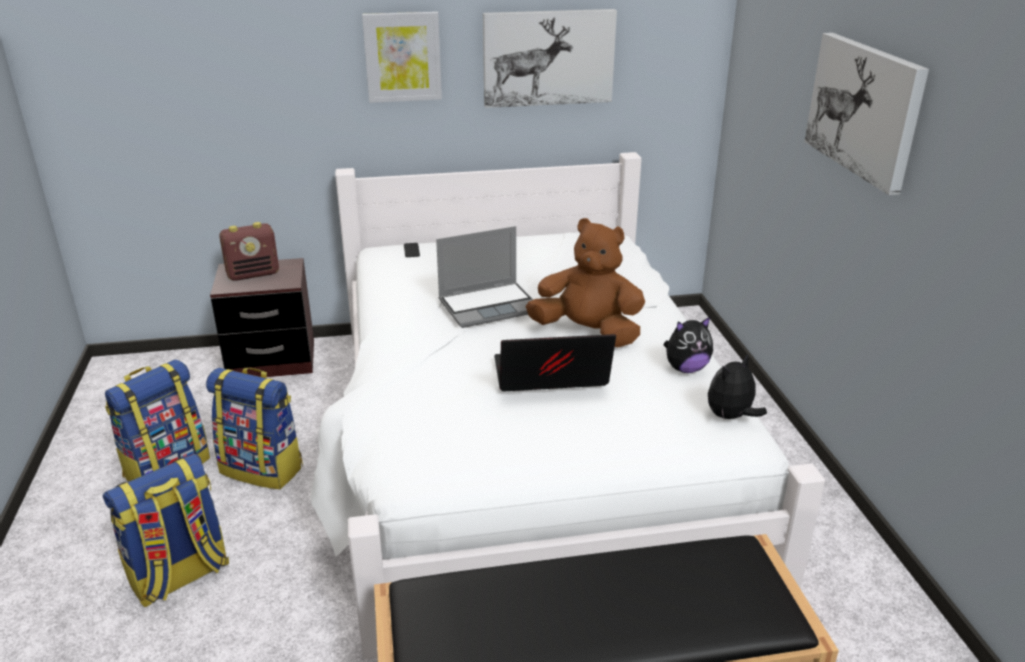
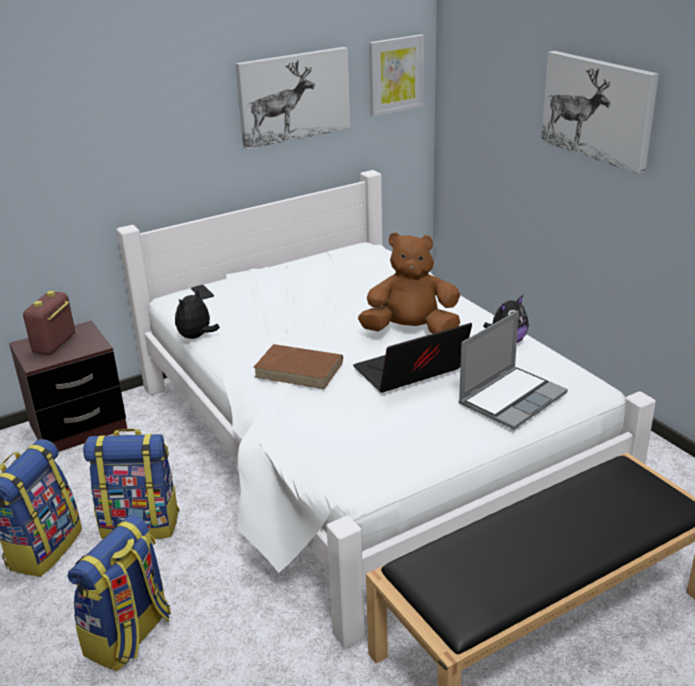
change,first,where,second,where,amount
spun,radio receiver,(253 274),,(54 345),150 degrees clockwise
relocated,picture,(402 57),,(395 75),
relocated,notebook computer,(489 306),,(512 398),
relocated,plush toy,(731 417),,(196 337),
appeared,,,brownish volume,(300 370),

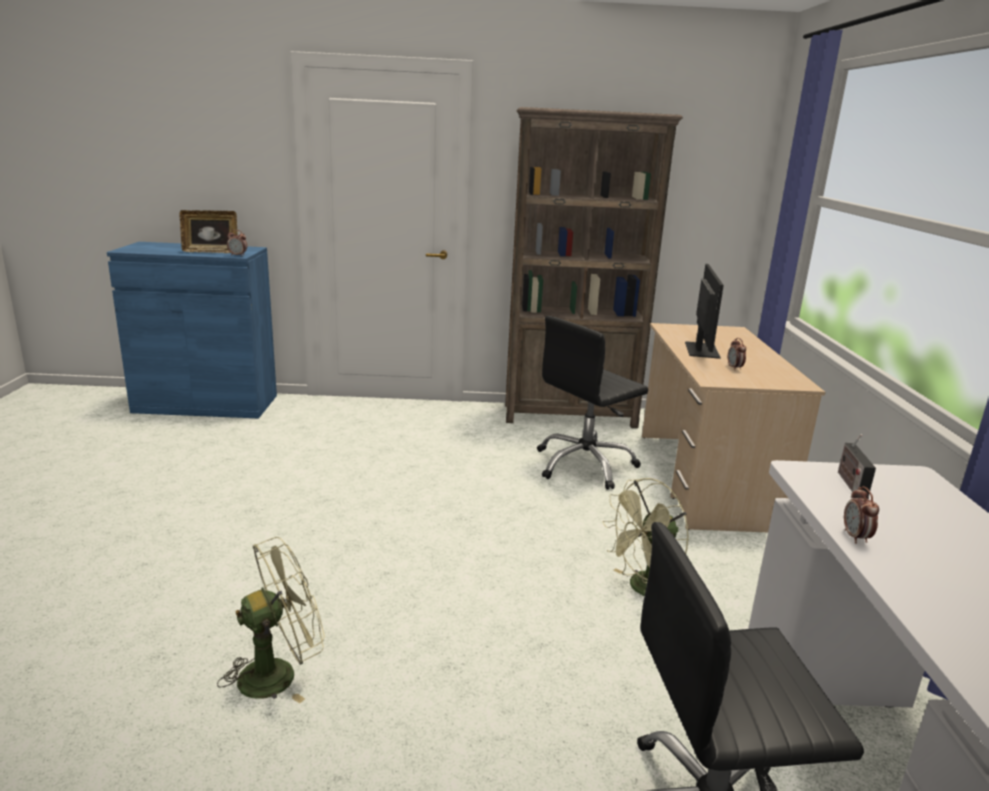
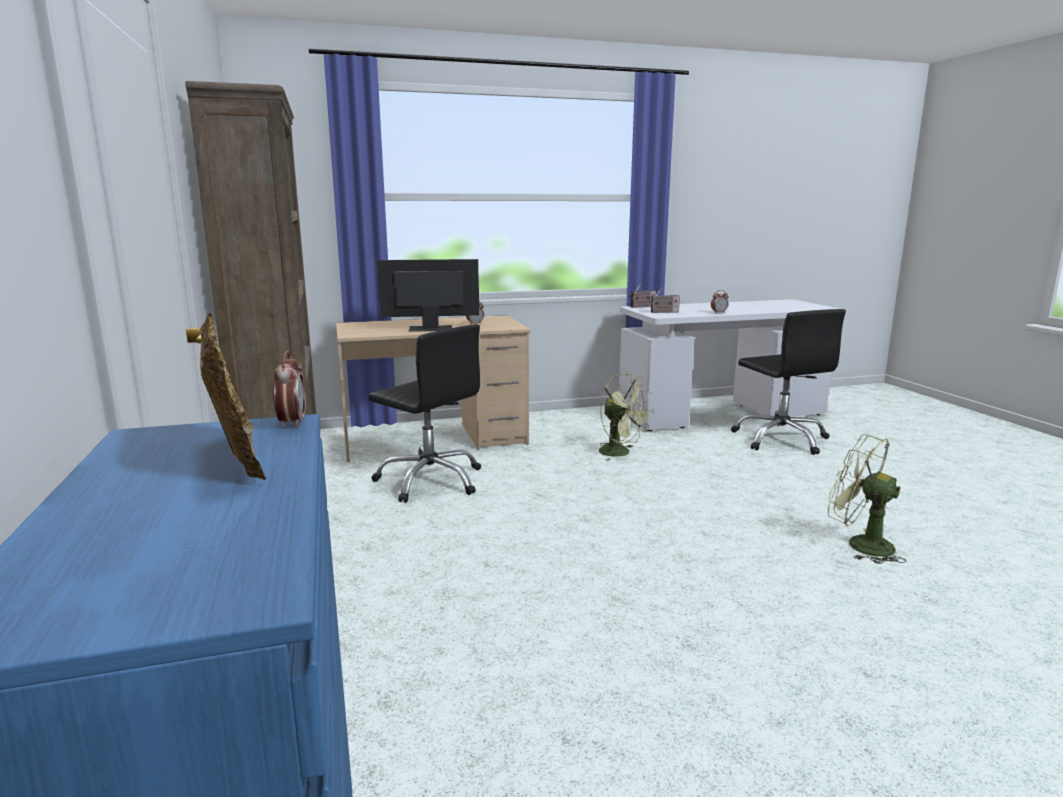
change,first,where,second,where,amount
appeared,,,radio receiver,(642 306),

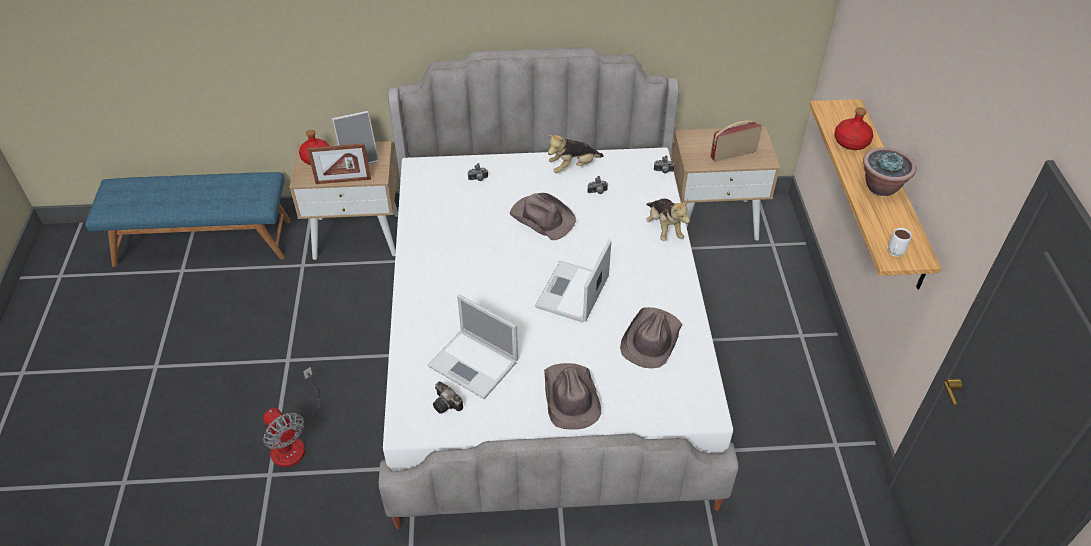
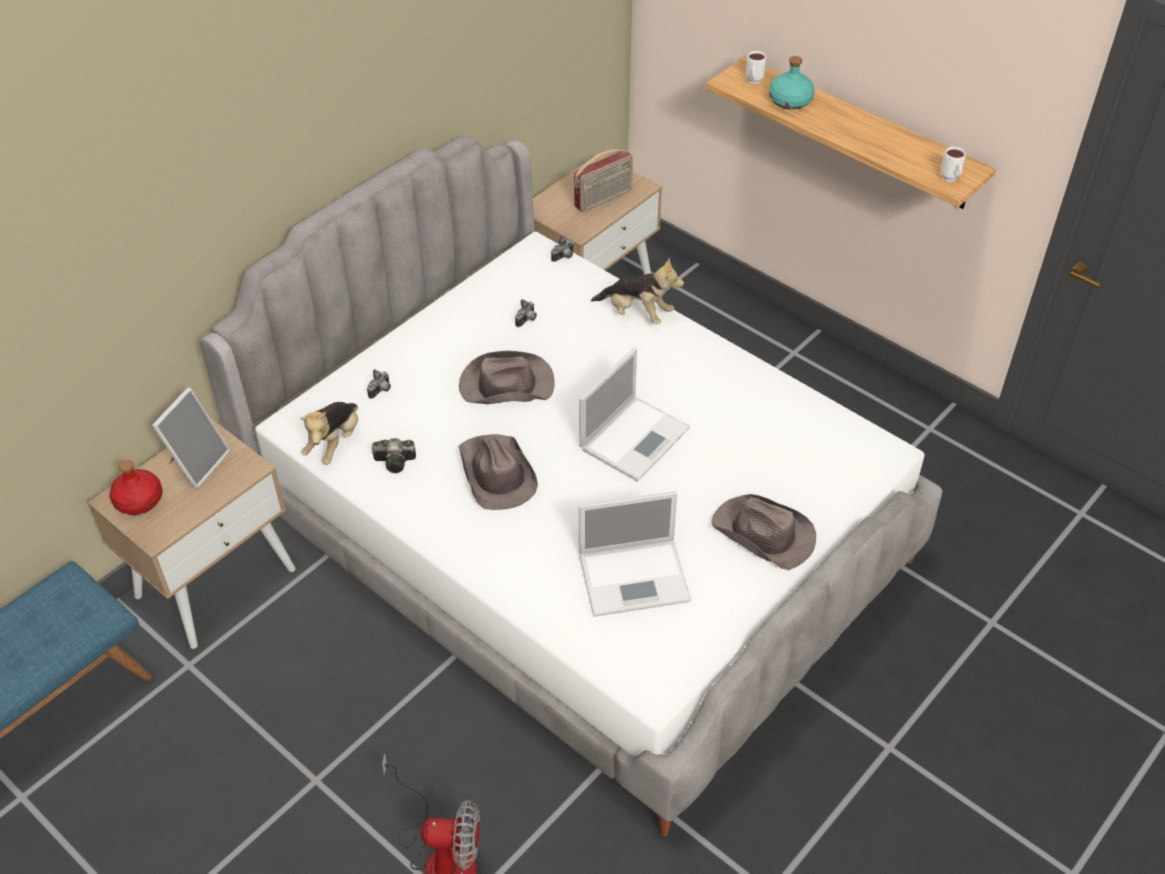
change,first,where,second,where,amount
missing,standing frame,(343 181),,,
relocated,still camera,(447 404),,(397 461),
spun,notebook computer,(572 293),,(635 437),120 degrees counterclockwise
relocated,plush toy,(573 167),,(334 443),
relocated,brownish wearable hat,(651 340),,(496 474),
spun,radio receiver,(733 154),,(604 199),150 degrees counterclockwise
colour,reddish drink bottle,(851 142),turquoise-coloured drink bottle,(790 101),
missing,plant in a pot,(881 187),,,
appeared,,,white-coloured coffee mug,(753 82),

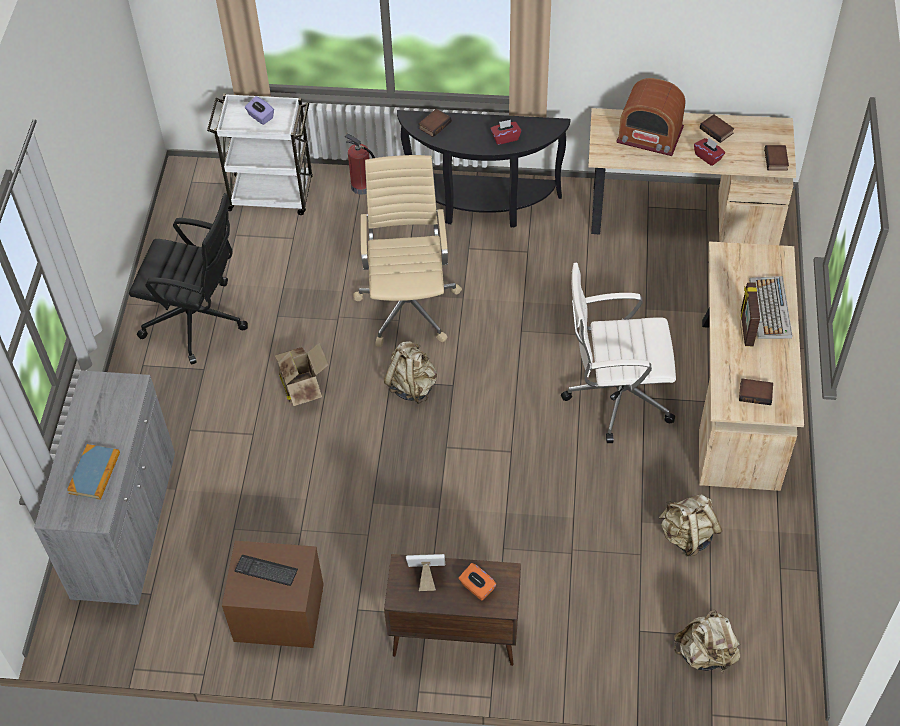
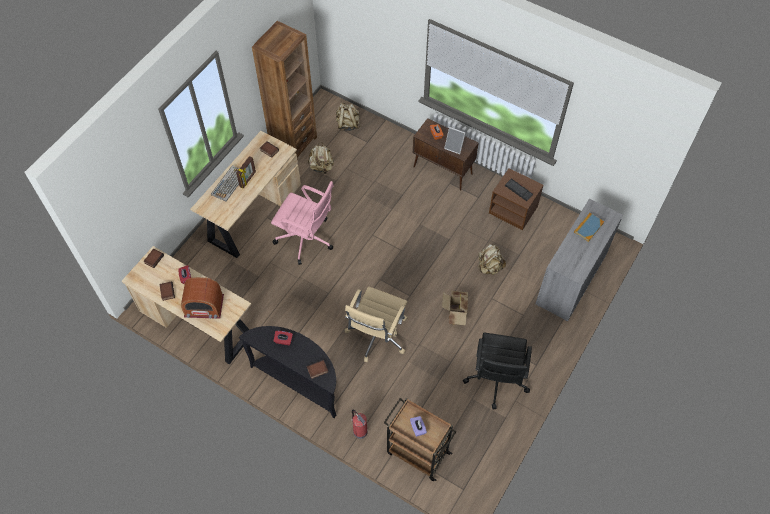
change,first,where,second,where,amount
spun,black-coloured computer chair,(197 321),,(496 380),120 degrees counterclockwise
colour,white-coloured wheeled cart,(272 195),brownish wheeled cart,(417 452),
relocated,sand-coloured rucksack,(412 386),,(489 267),
colour,white-coloured computer chair,(616 395),pink-coloured computer chair,(306 239),
spun,radio receiver,(650 135),,(204 306),135 degrees clockwise
appeared,,,brownish bookcase,(293 143),

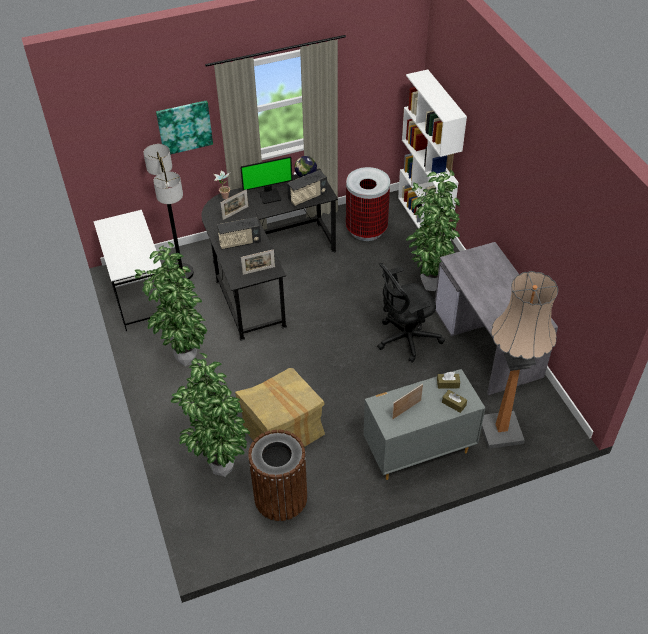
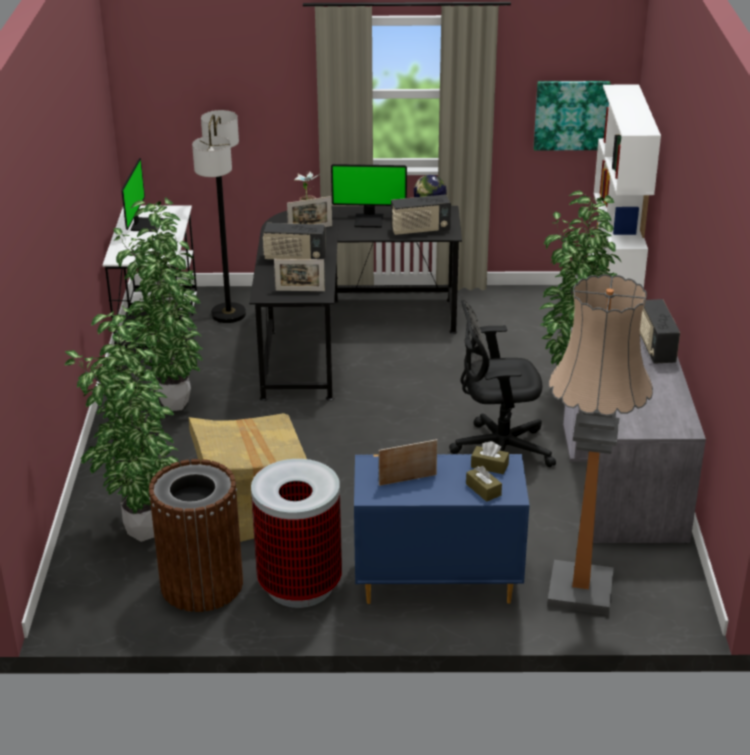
change,first,where,second,where,amount
relocated,picture,(184 127),,(571 115),
relocated,rubbish bin,(366 229),,(300 584),
colour,grey dresser,(418 451),blue dresser,(436 582),
appeared,,,monitor,(145 225),
appeared,,,radio receiver,(655 348),

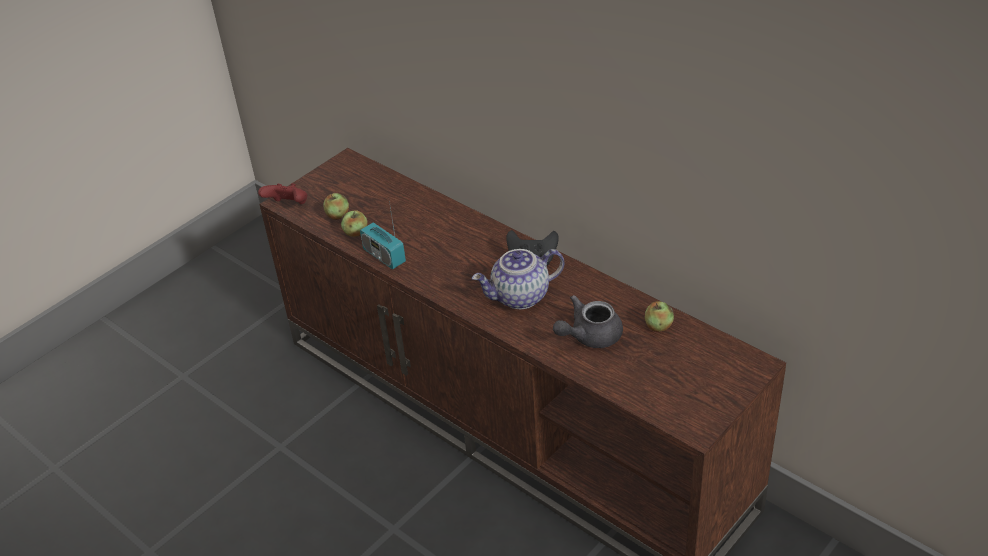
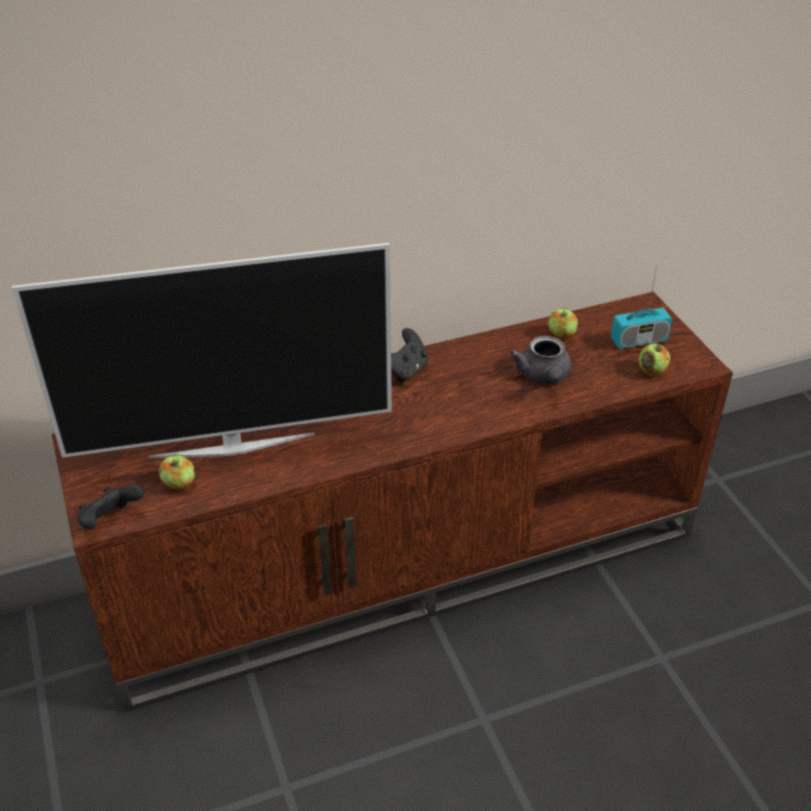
change,first,where,second,where,amount
colour,reddish game controller,(288 206),black-coloured game controller,(111 521),
relocated,apple fruit,(355 233),,(651 370),
relocated,radio receiver,(384 256),,(639 340),
missing,tea pot,(520 297),,,
appeared,,,television,(232 444),

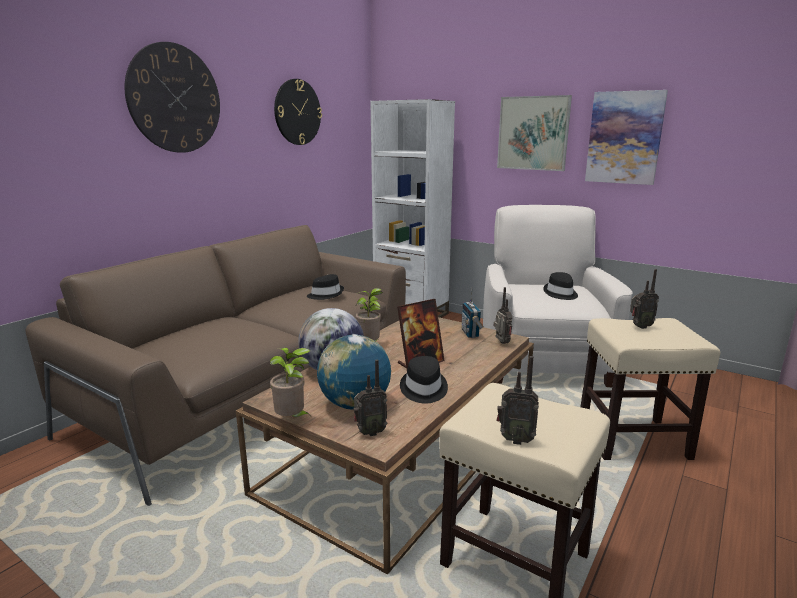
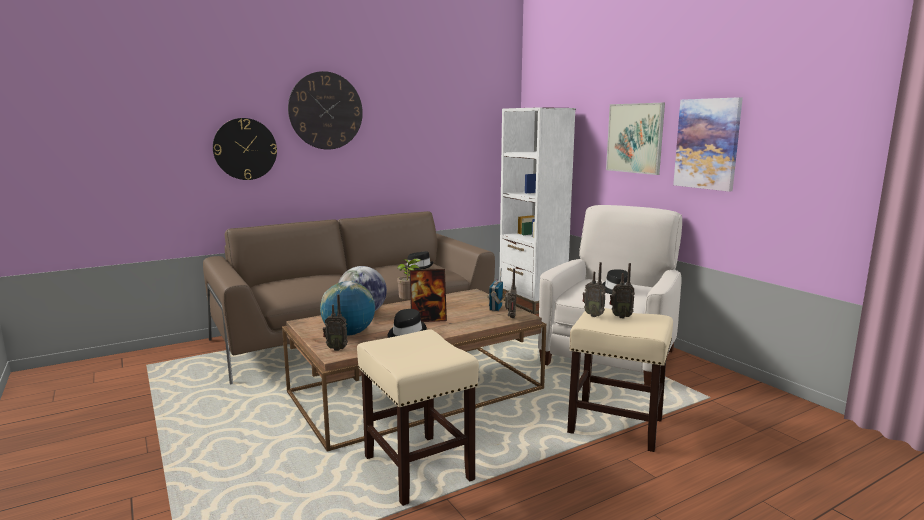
change,first,where,second,where,amount
missing,plant in a pot,(292 419),,,
relocated,wall clock,(297 112),,(245 149),
relocated,radio receiver,(515 439),,(593 315),

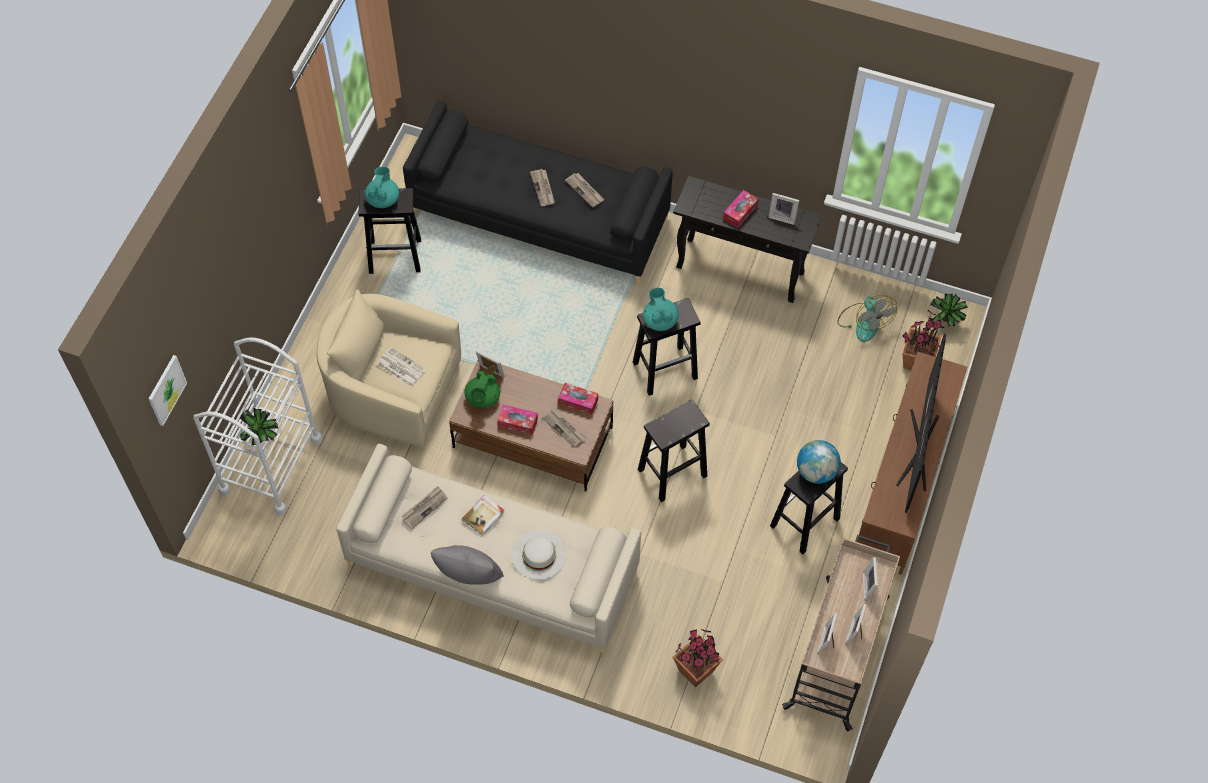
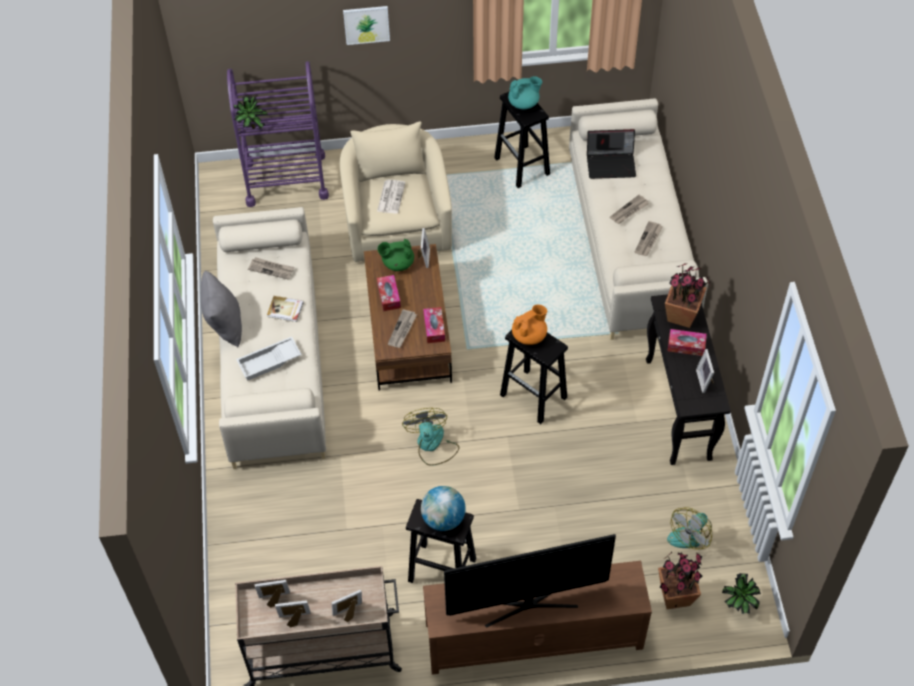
change,first,where,second,where,amount
relocated,picture,(166 390),,(366 24),
colour,white-coloured wheeled cart,(271 465),purple wheeled cart,(286 180),
colour,black-coloured sofa,(540 215),sand-coloured sofa,(631 241),
exchanged,white-coloured wearable hat,(539 554),white-coloured tray,(269 362),
exchanged,black-coloured sitting stool,(671 473),electric fan,(432 445),
colour,turquoise-coloured tea pot,(660 320),orange tea pot,(529 335),
relocated,plant in a pot,(696 671),,(682 316),
appeared,,,notebook computer,(611 164),

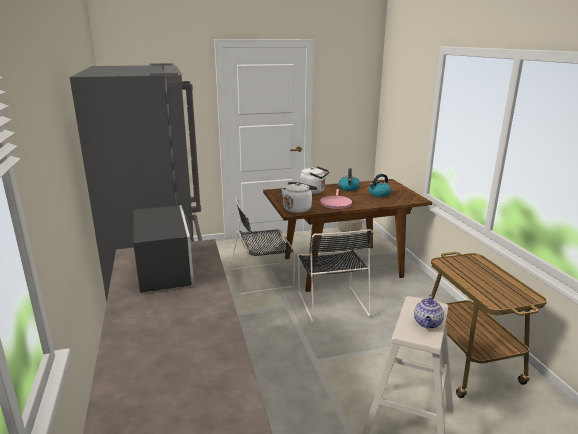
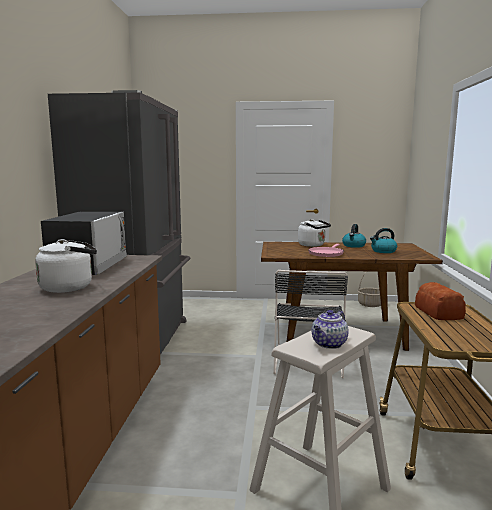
change,first,where,second,where,amount
missing,black-coloured chair,(263 277),,,
relocated,white-coloured tea kettle,(298 208),,(70 287),
appeared,,,baked bread,(438 312),

